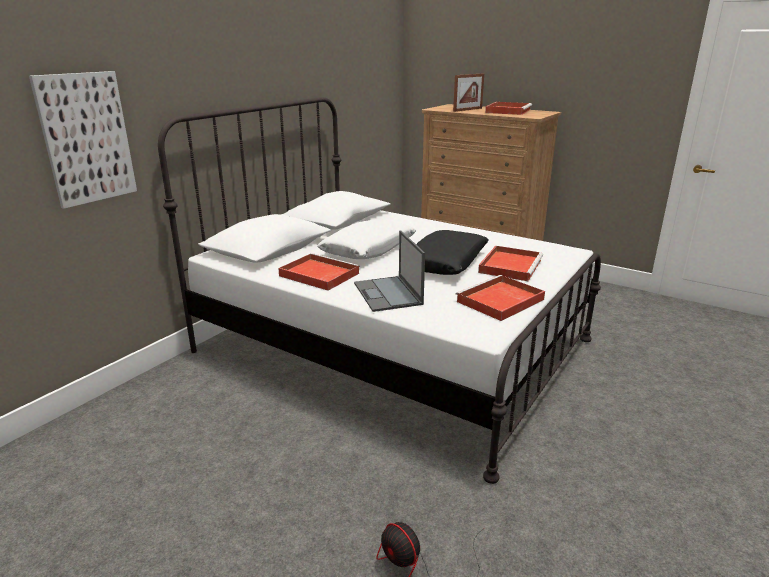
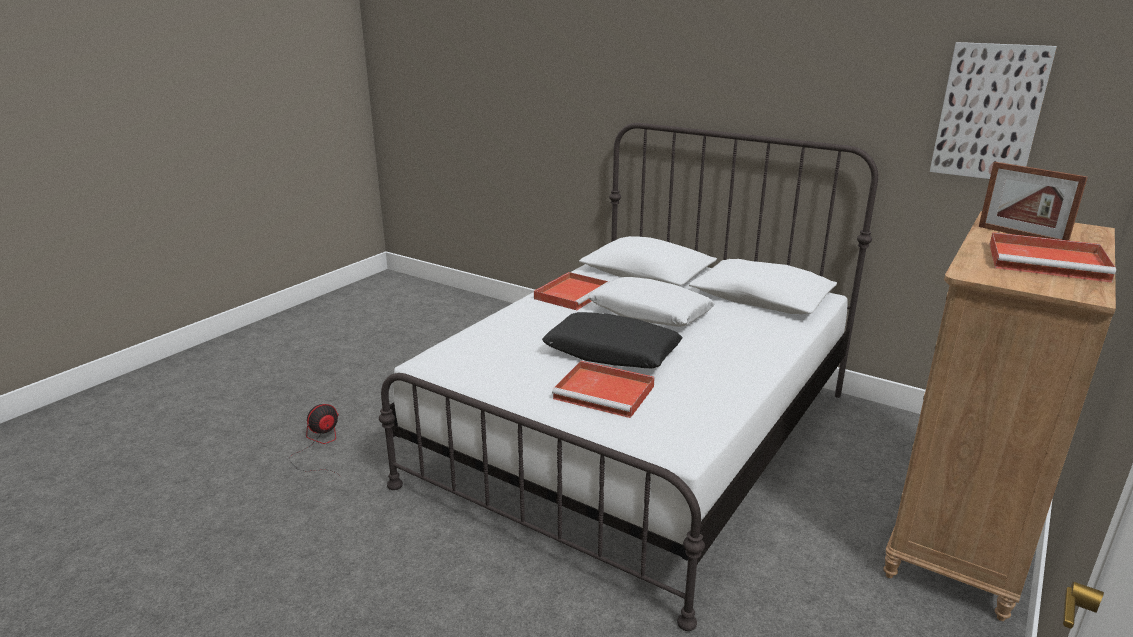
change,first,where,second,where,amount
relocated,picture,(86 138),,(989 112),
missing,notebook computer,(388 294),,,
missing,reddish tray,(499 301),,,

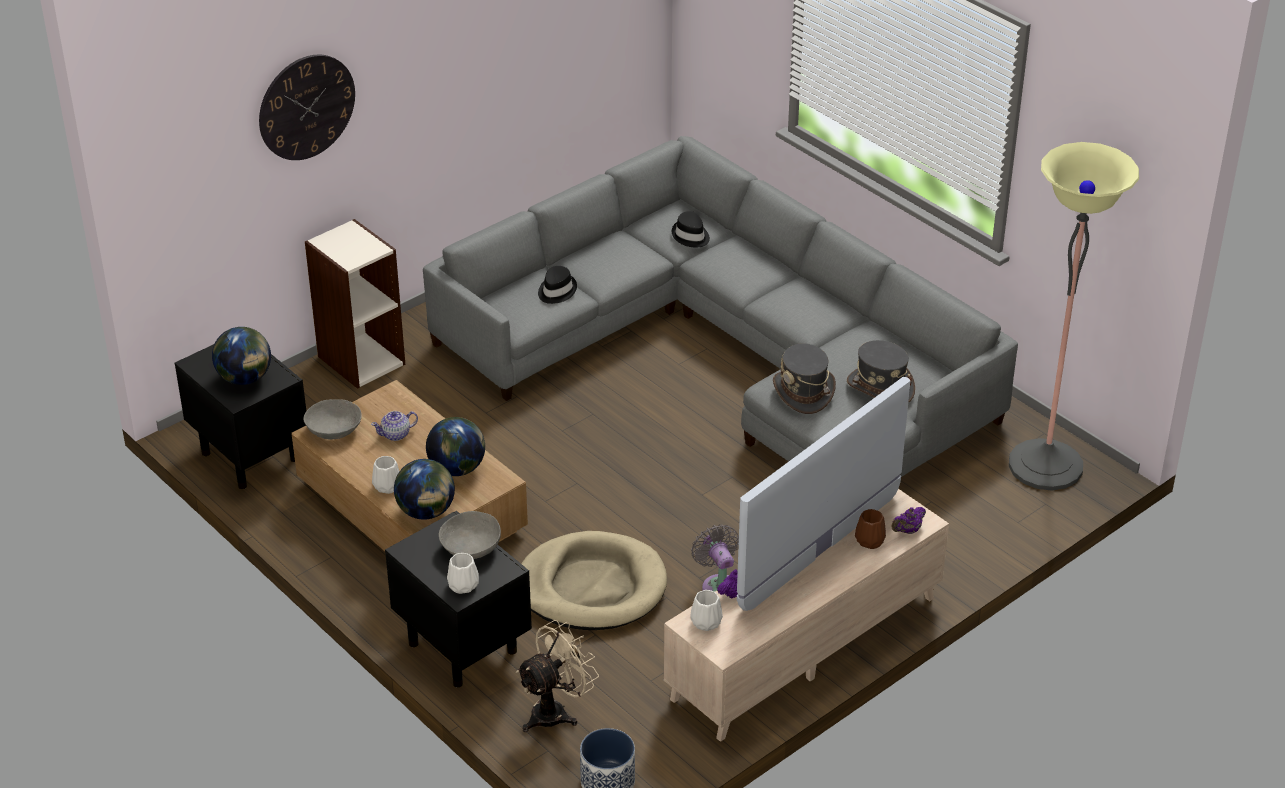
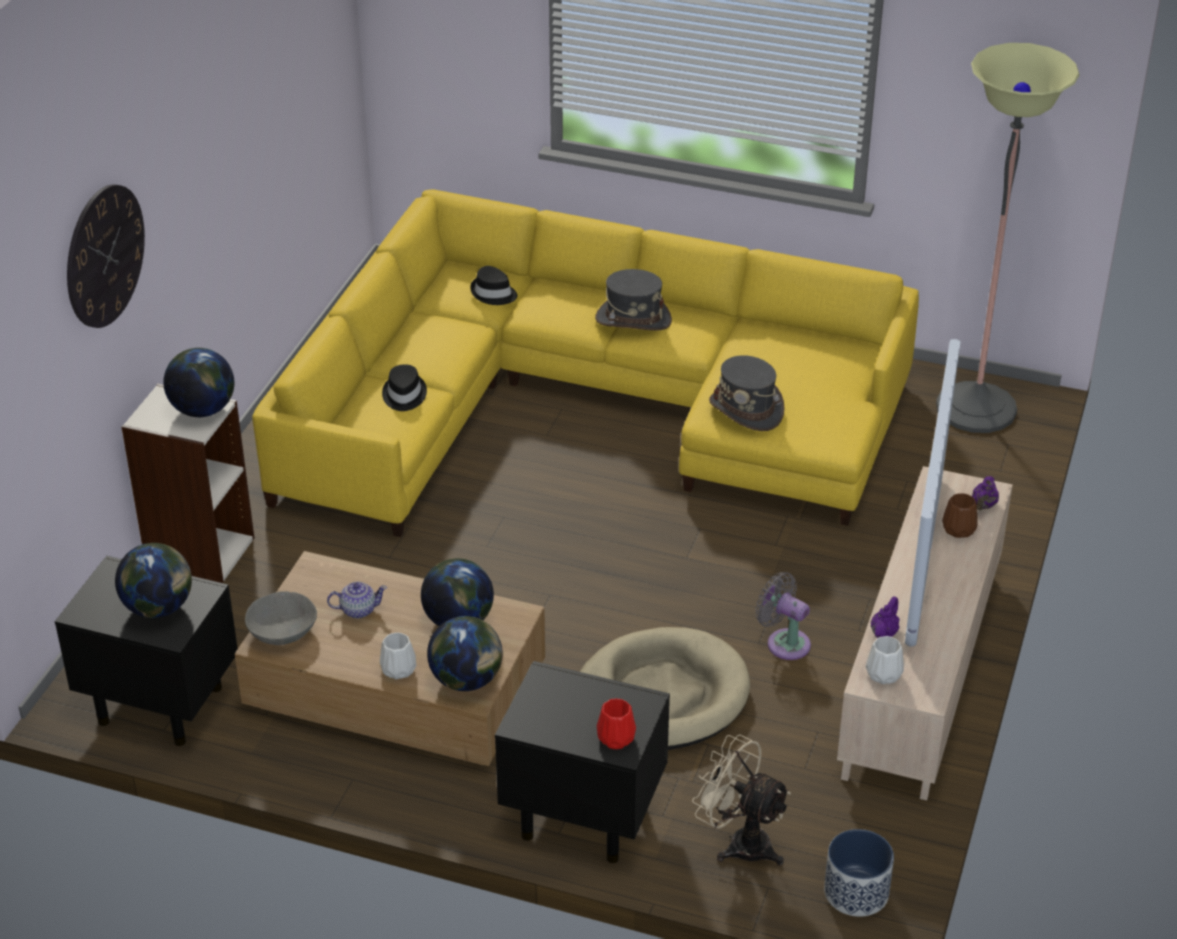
change,first,where,second,where,amount
spun,tea pot,(396 434),,(358 610),135 degrees counterclockwise
colour,grey sofa,(729 352),yellowish sofa,(586 405),
missing,grey deep dish,(471 547),,,
colour,white-coloured decorative vase,(463 586),reddish decorative vase,(616 738),
spun,sand-coloured electric fan,(556 711),,(740 842),75 degrees counterclockwise
relocated,grey wearable hat,(880 387),,(633 319),
appeared,,,world globe,(203 409),

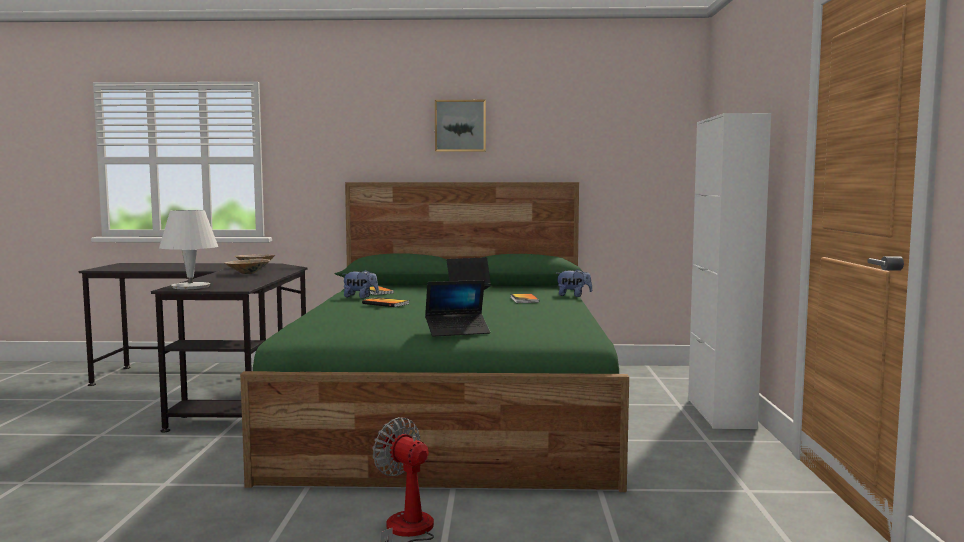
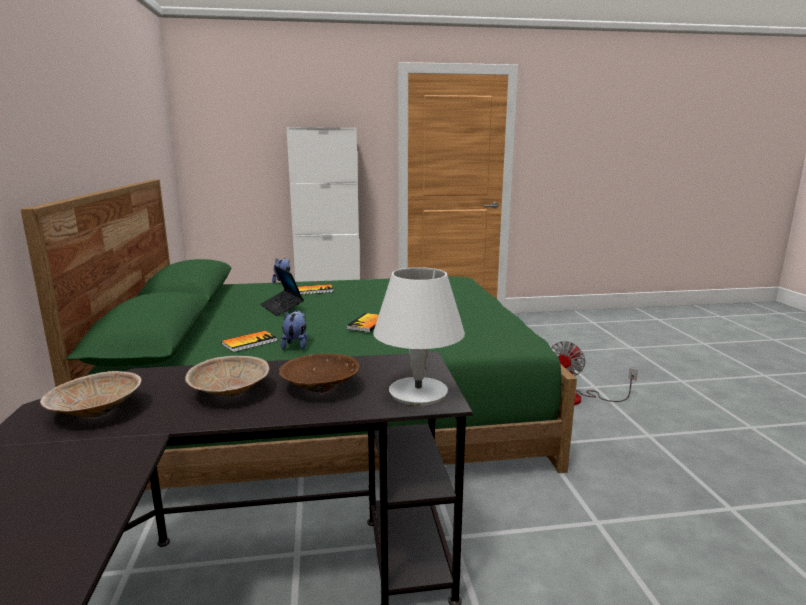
change,first,where,second,where,amount
missing,notebook computer,(457 331),,,
missing,picture,(460 126),,,
appeared,,,brownish deep dish,(319 387),

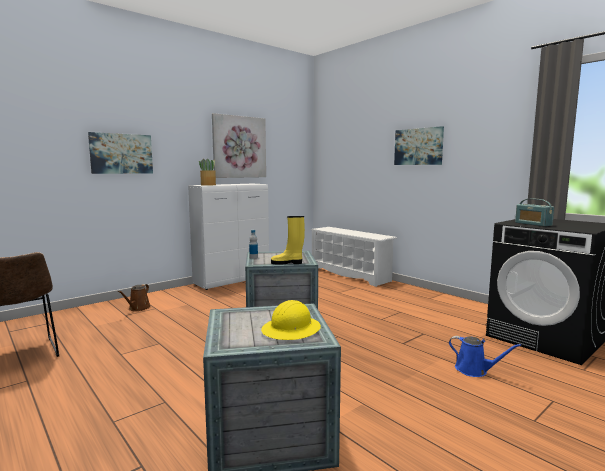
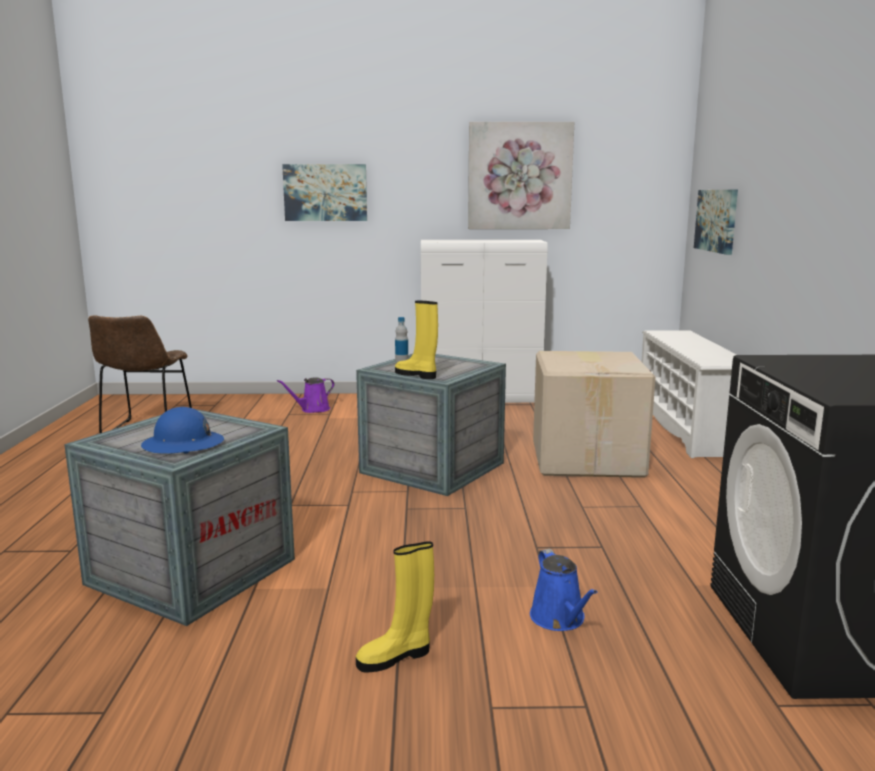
change,first,where,second,where,amount
colour,brownish watering pot,(138 308),purple watering pot,(312 410),
missing,plant in a pot,(208 185),,,
colour,yellowish hard hat,(291 330),blue hard hat,(183 445),
relocated,picture,(418 146),,(716 220),
missing,radio receiver,(533 224),,,
appeared,,,yellowish tall boot,(396 657),
appeared,,,packing box,(588 458),

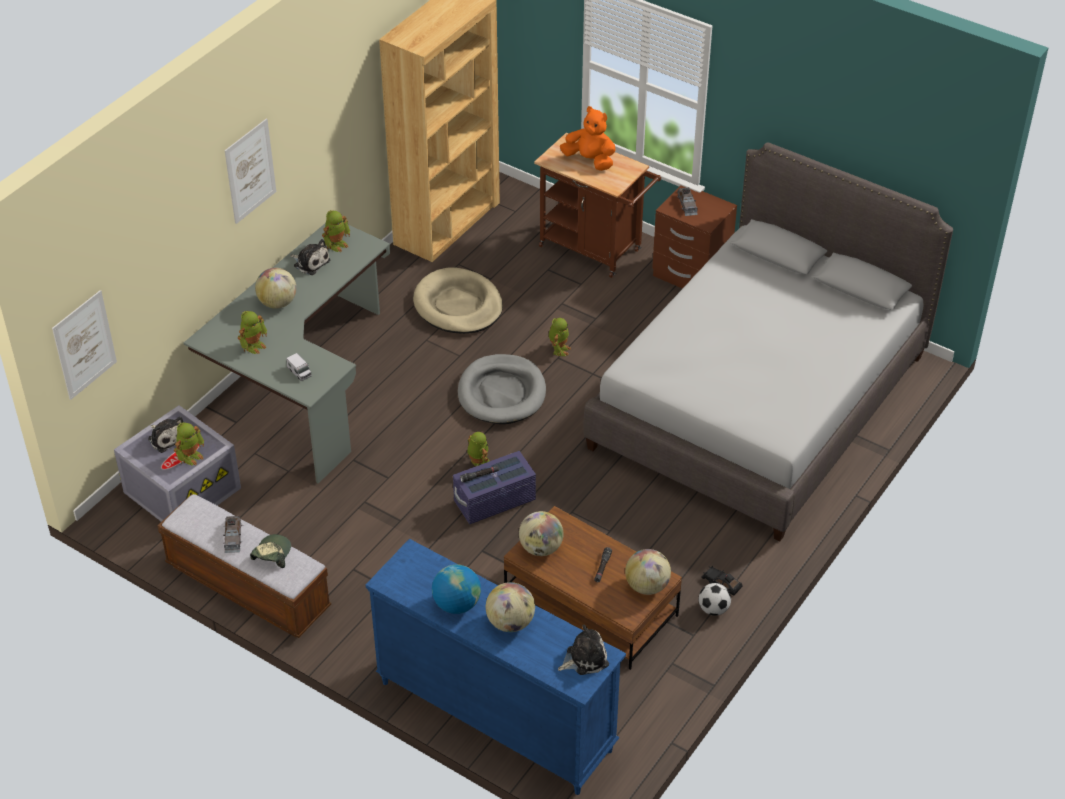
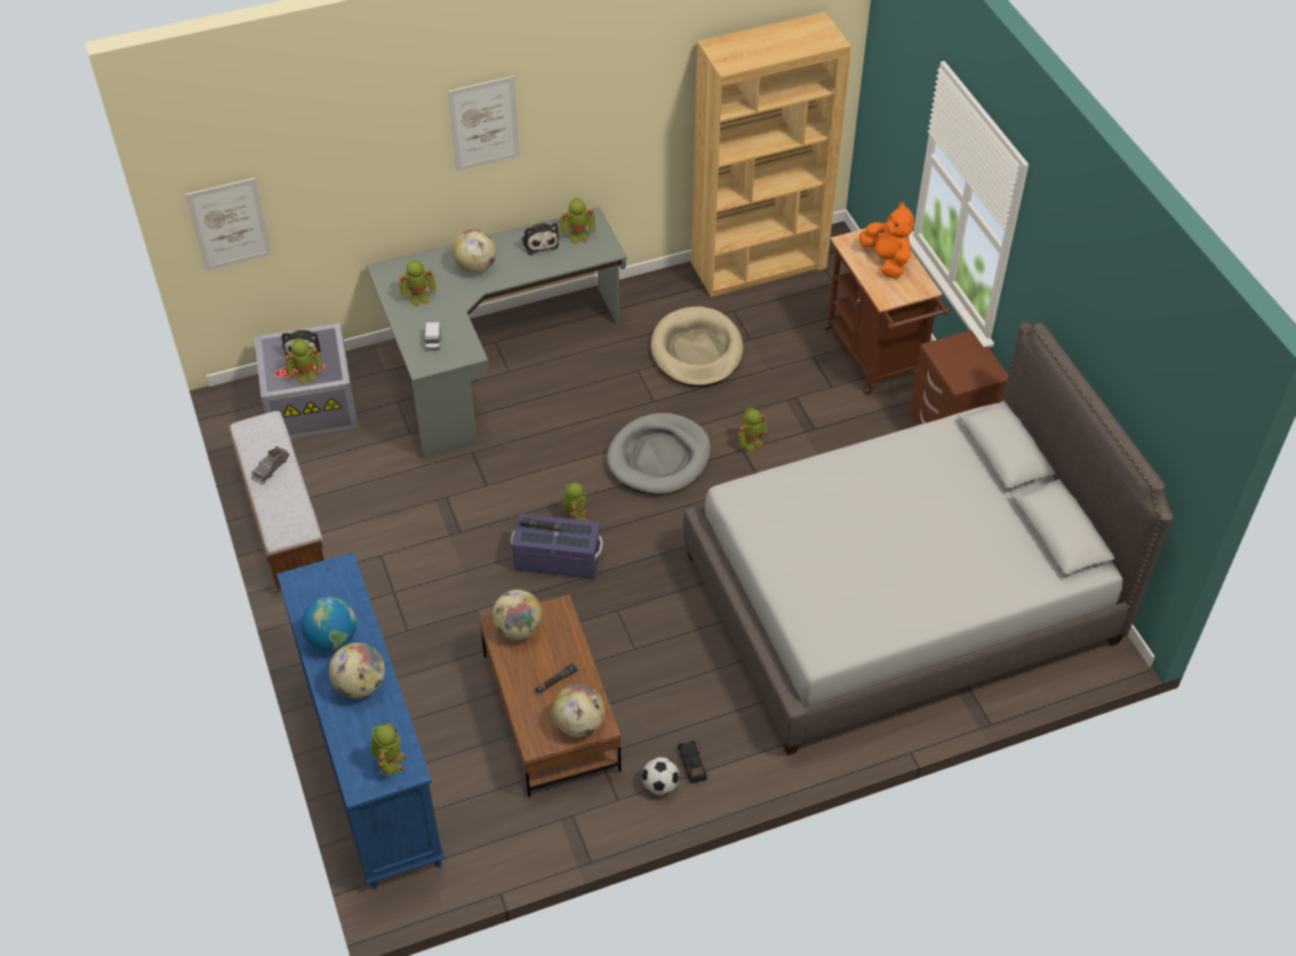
change,first,where,second,where,amount
missing,cap,(271 554),,,
exchanged,plush toy,(584 658),robot figure,(390 761),
missing,grey miniature car,(687 204),,,

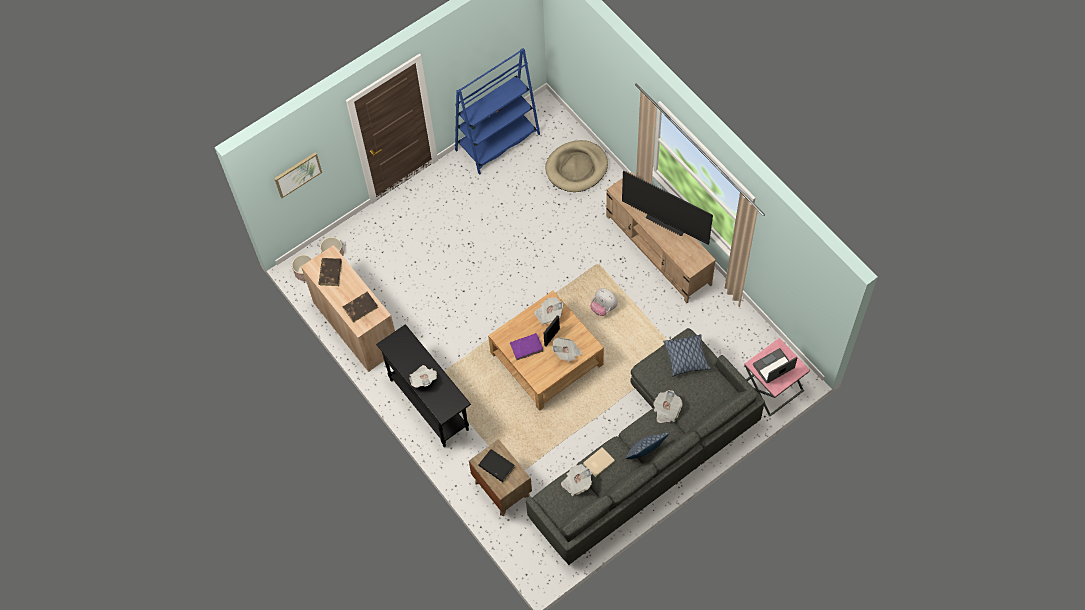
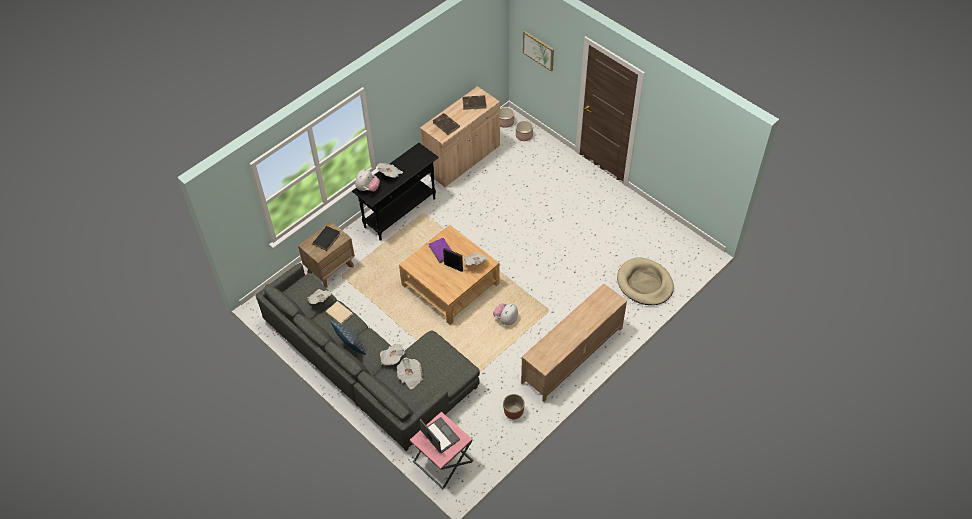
change,first,where,second,where,amount
missing,blue bookcase,(497 142),,,
relocated,daily paper,(567 352),,(410 377),
missing,television,(665 224),,,
missing,cushion,(686 357),,,
appeared,,,plush toy,(368 188),
appeared,,,planter,(513 412),

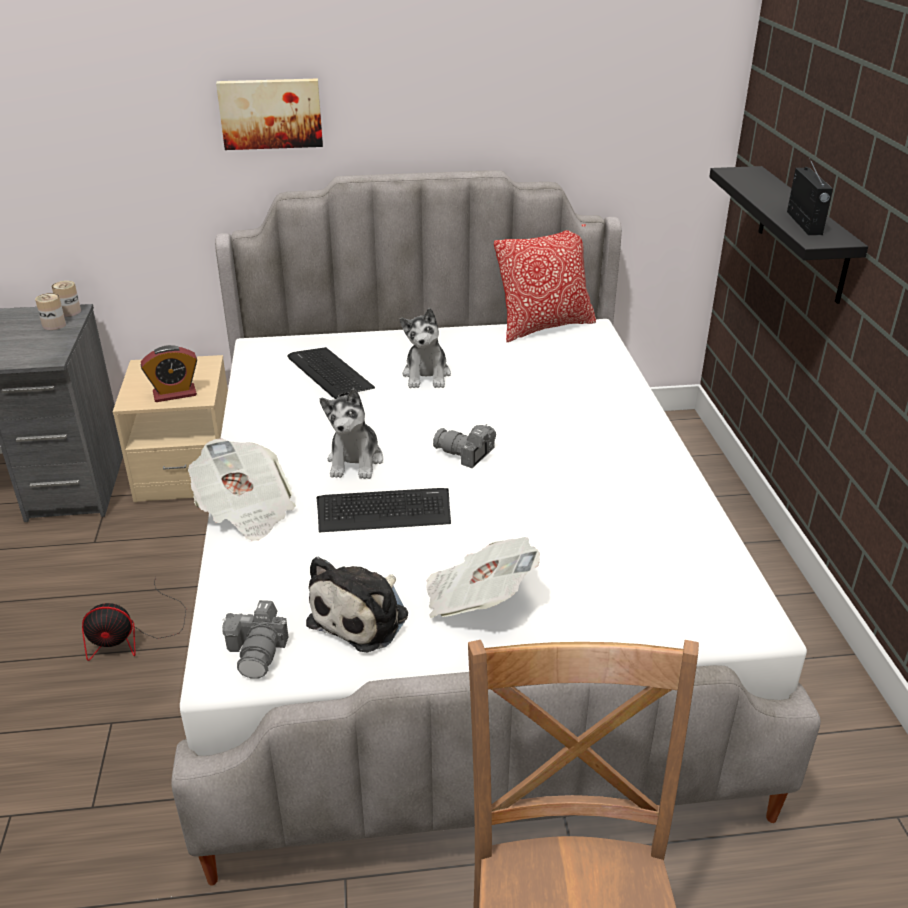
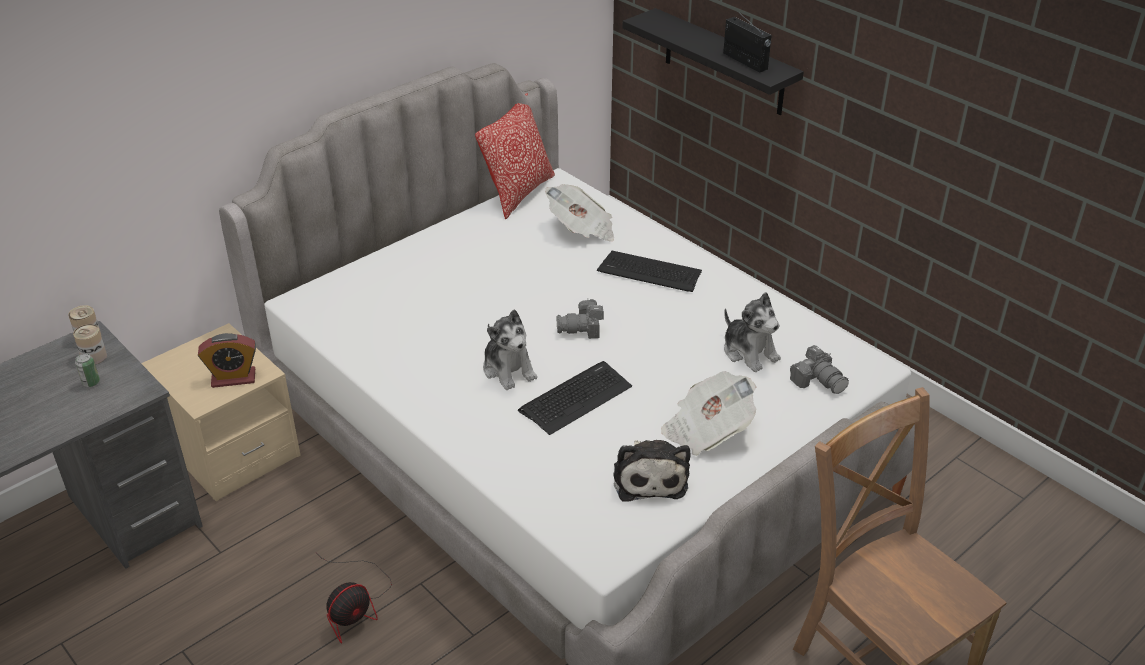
change,first,where,second,where,amount
spun,table clock,(174 394),,(233 378),45 degrees clockwise
relocated,daily paper,(245 511),,(582 229),
missing,picture,(271 113),,,
relocated,still camera,(258 651),,(818 380),
relocated,keyboard,(329 374),,(649 272),
relocated,plush toy,(427 375),,(749 352),
appeared,,,metal can,(91 382),

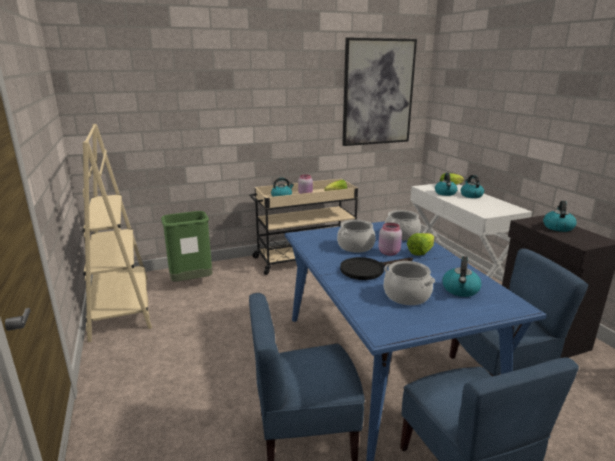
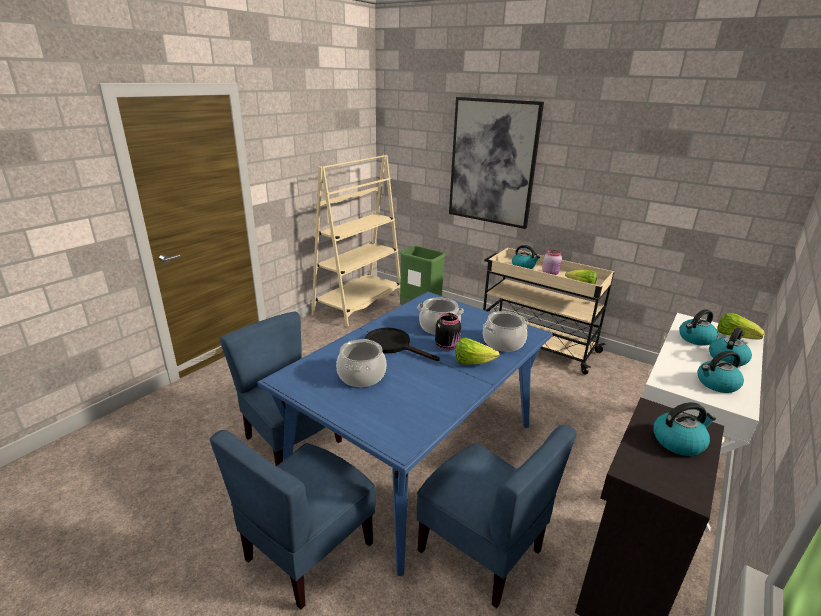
change,first,where,second,where,amount
relocated,picture,(378 92),,(492 162),
colour,pink-coloured preserve jar,(389 252),black-coloured preserve jar,(447 346),
relocated,tea kettle,(460 290),,(716 384),

